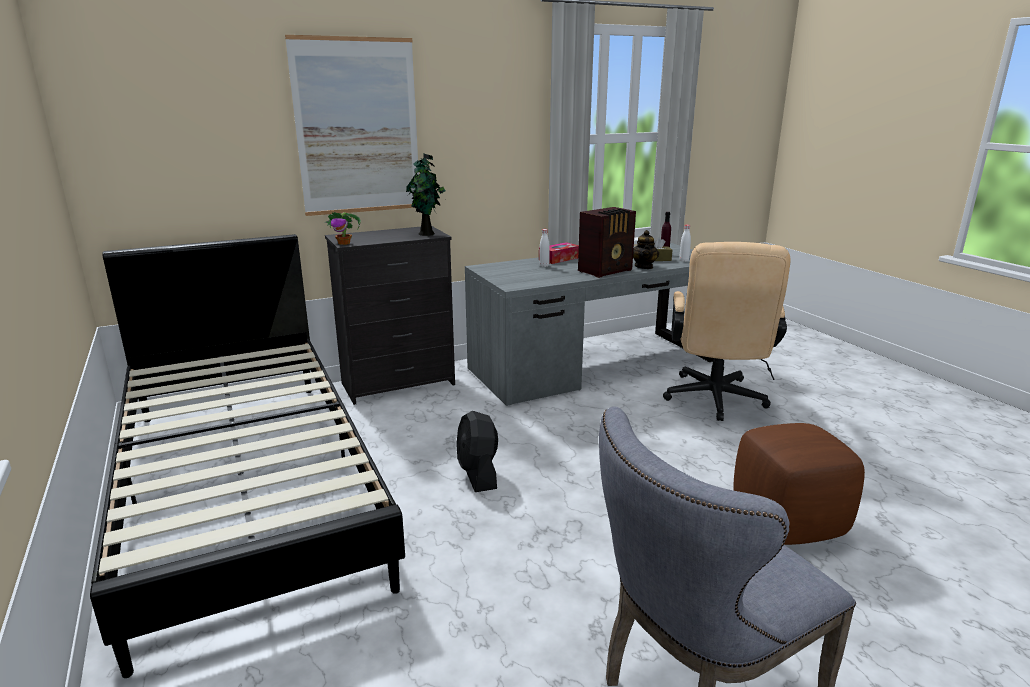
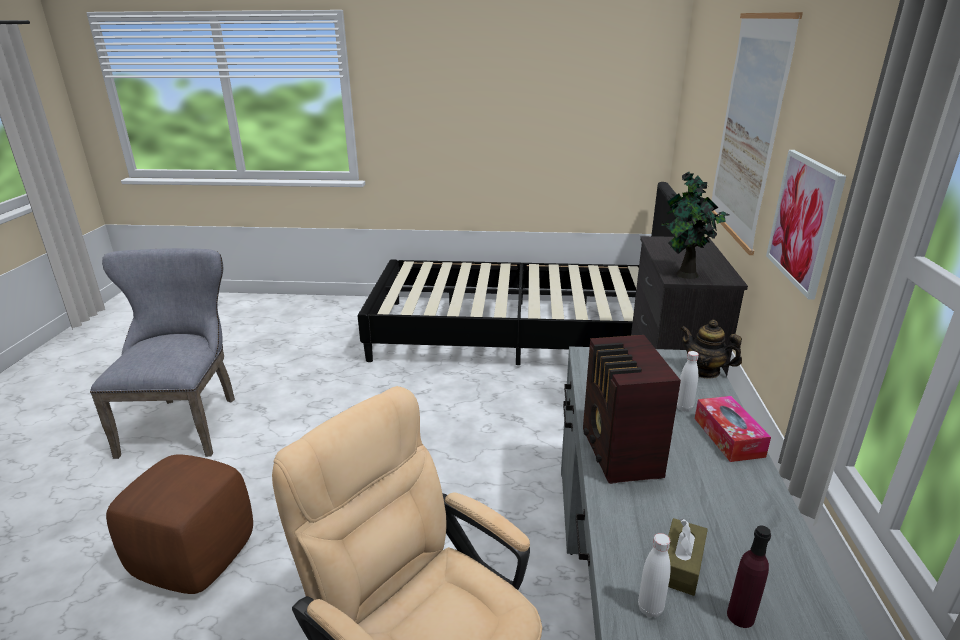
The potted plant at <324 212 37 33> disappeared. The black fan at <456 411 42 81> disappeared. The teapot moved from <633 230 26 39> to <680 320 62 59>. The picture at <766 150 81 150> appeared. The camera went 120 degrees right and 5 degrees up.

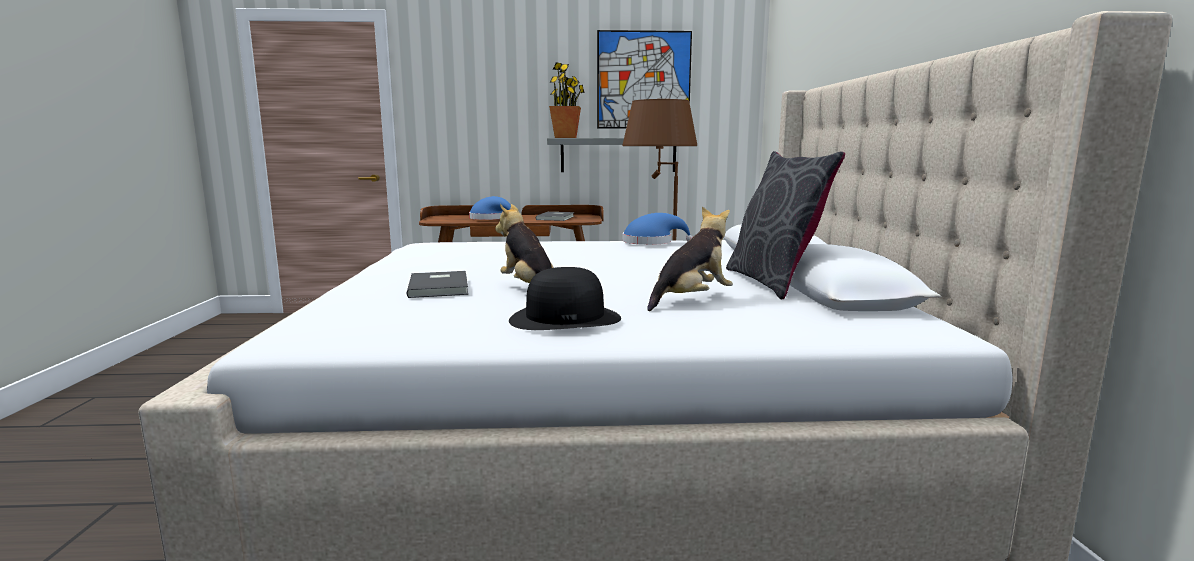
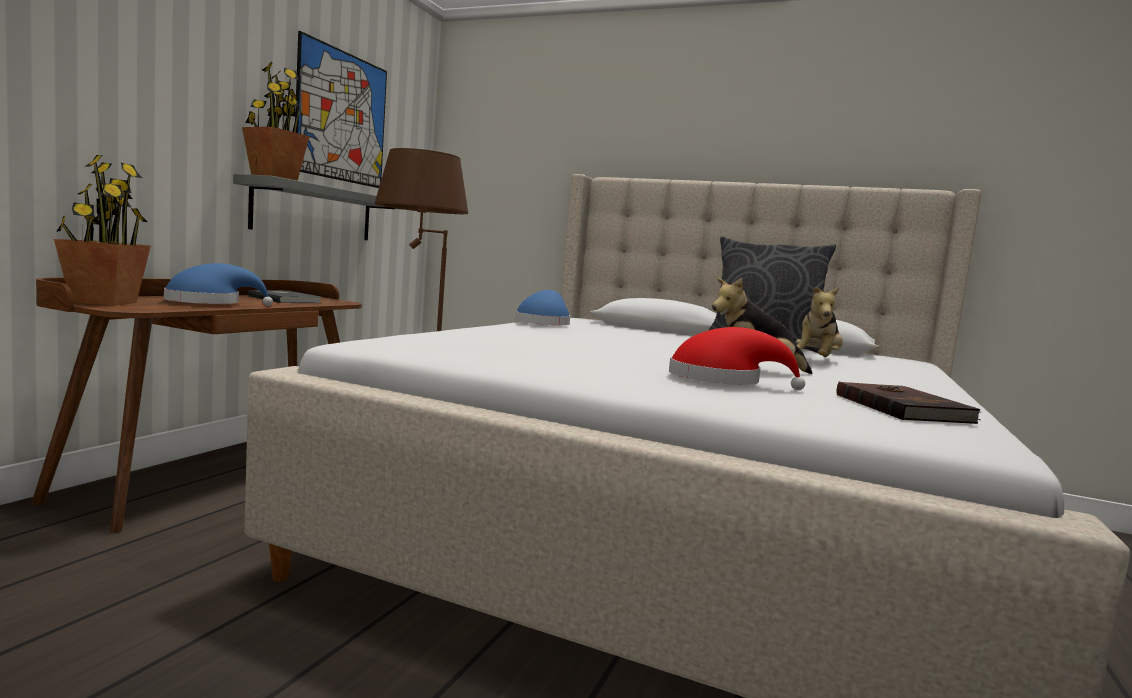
The grey book at <406 271 62 27> was replaced by the red hat at <669 327 136 63>. The black hat at <509 267 112 63> disappeared. The plush toy at <648 207 85 104> turned 135 degrees counterclockwise. The potted plant at <54 155 97 151> appeared. The brown book at <836 382 145 42> appeared. The camera went 65 degrees left and 5 degrees down.

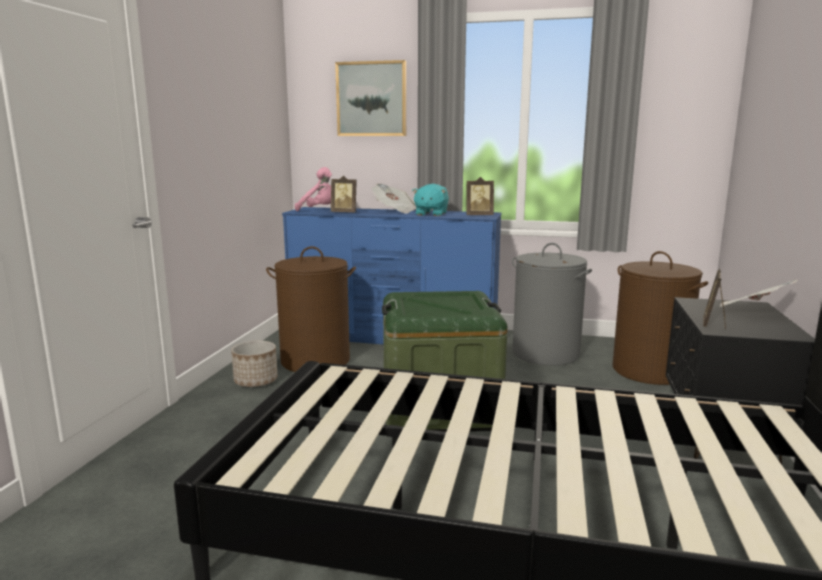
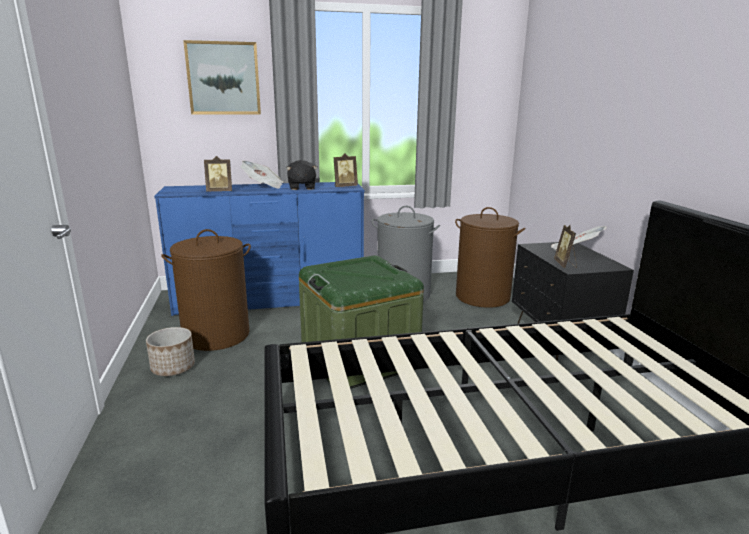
The pink plush toy at <295 167 37 44> disappeared. The turquoise plush toy at <412 184 37 32> became the black plush toy at <286 160 32 30>. The camera went 25 degrees left and 5 degrees up.

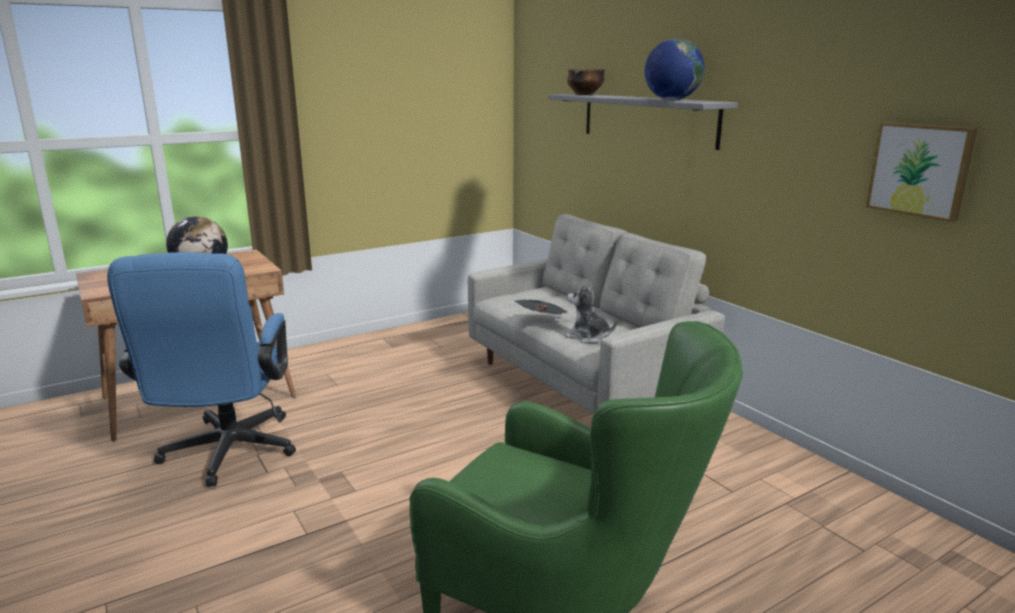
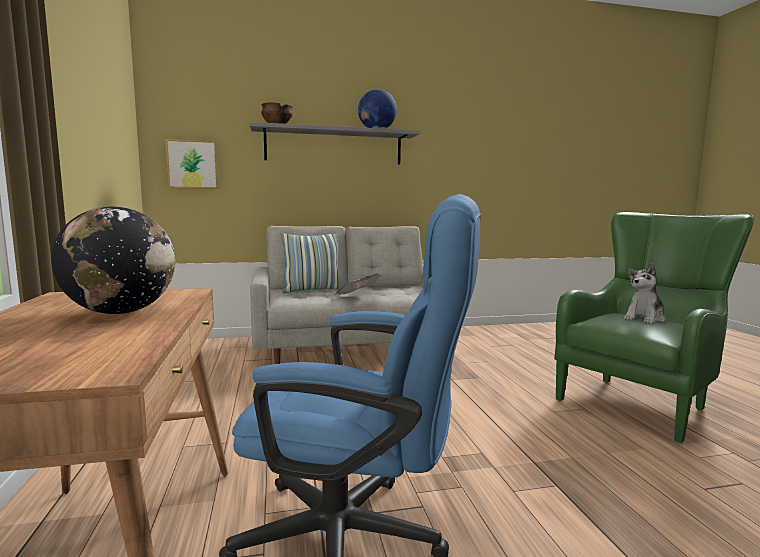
The plush toy moved from <566 284 51 59> to <624 263 42 61>. The picture moved from <866 122 112 100> to <165 139 54 50>. The pillow at <281 233 61 60> appeared. The camera went 70 degrees left and 10 degrees down.

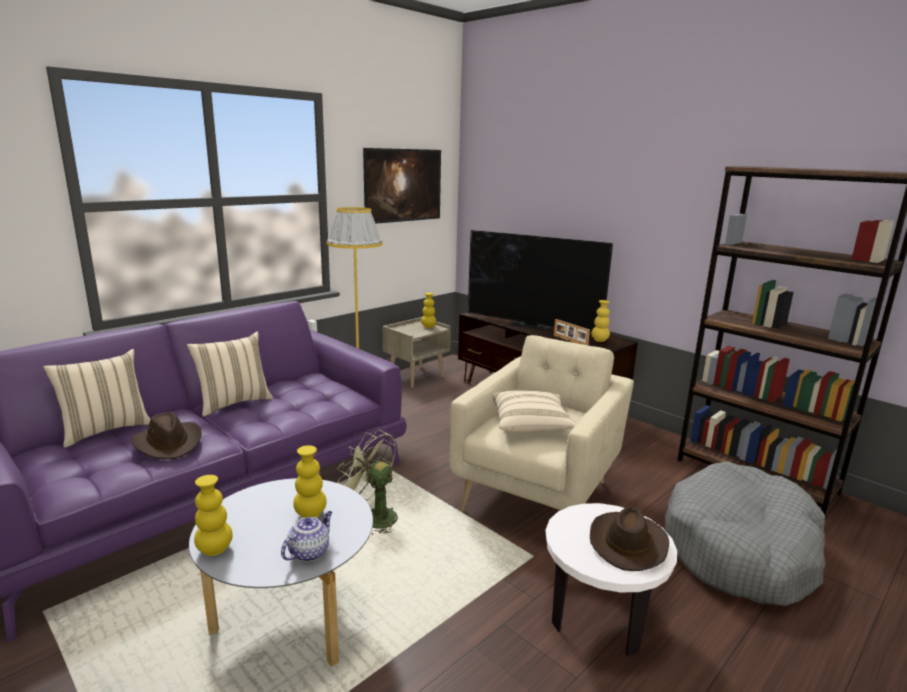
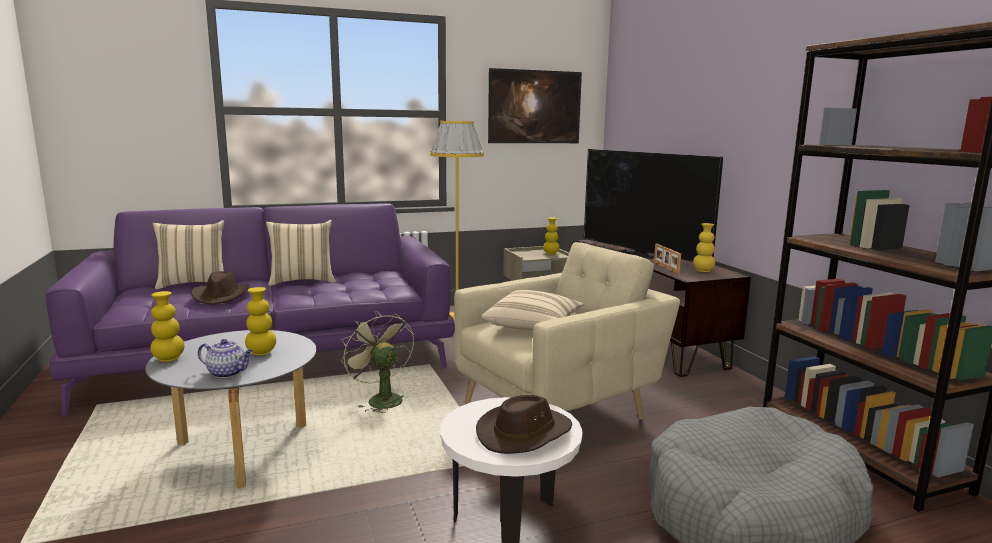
The teapot at <281 511 52 51> turned 45 degrees clockwise. The camera went 25 degrees right and 5 degrees down.

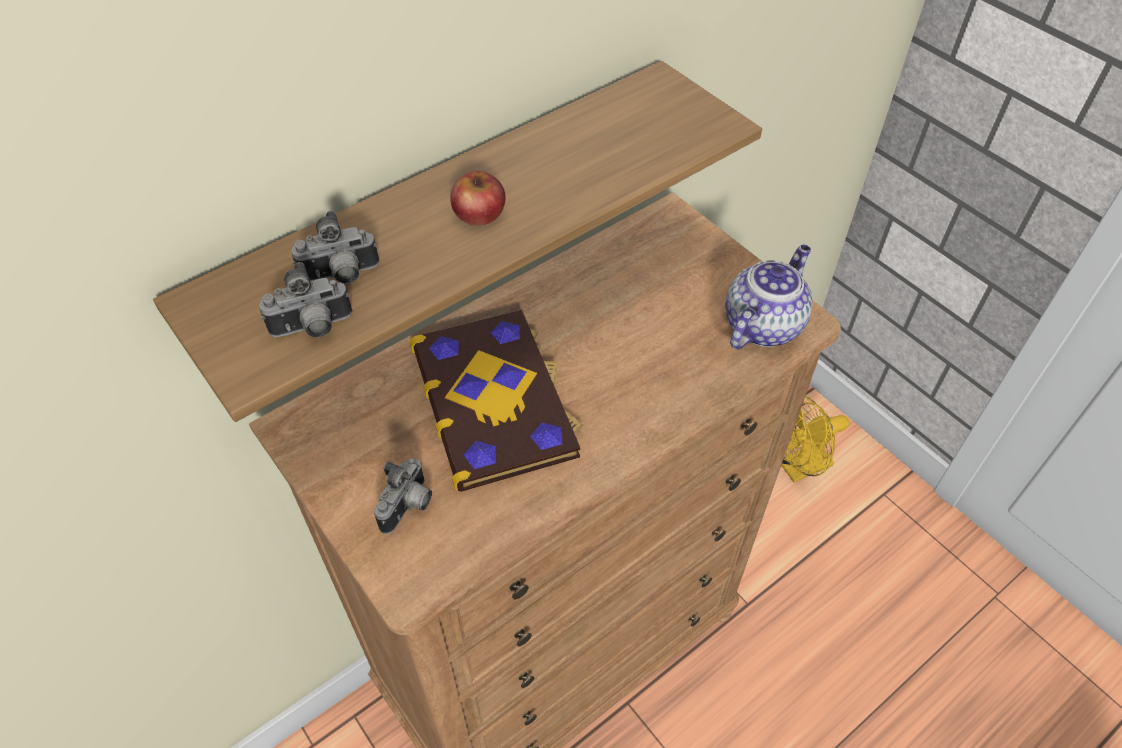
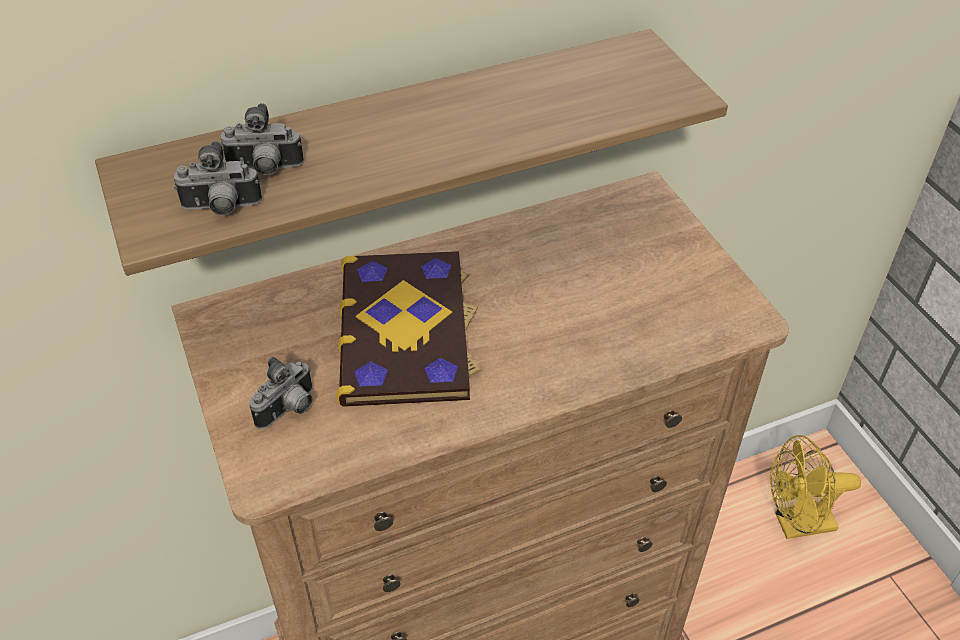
The apple at <450 171 55 55> disappeared. The teapot at <725 244 88 105> disappeared. The camera went 15 degrees right and 5 degrees down.

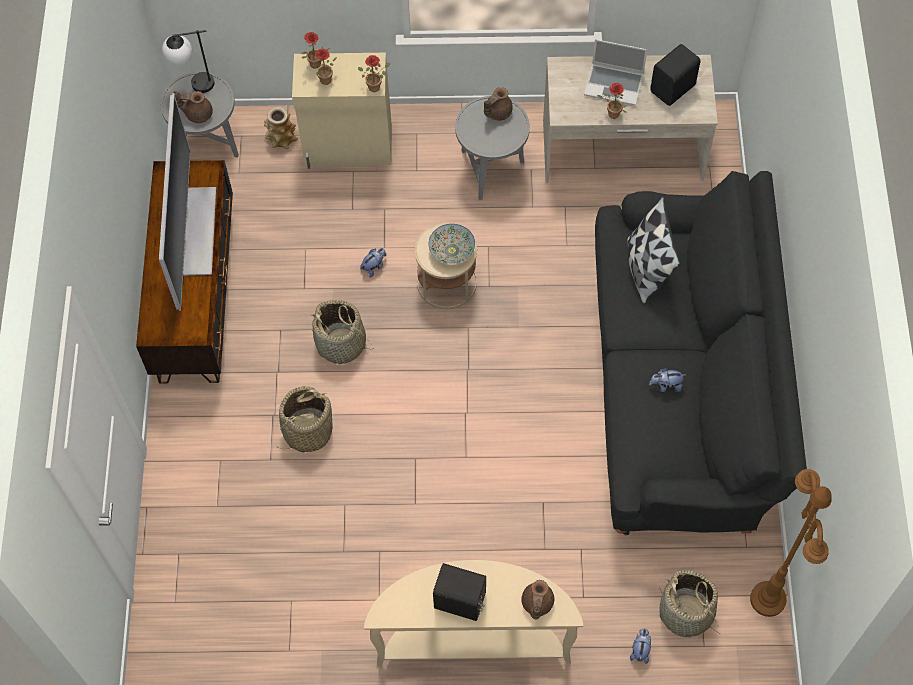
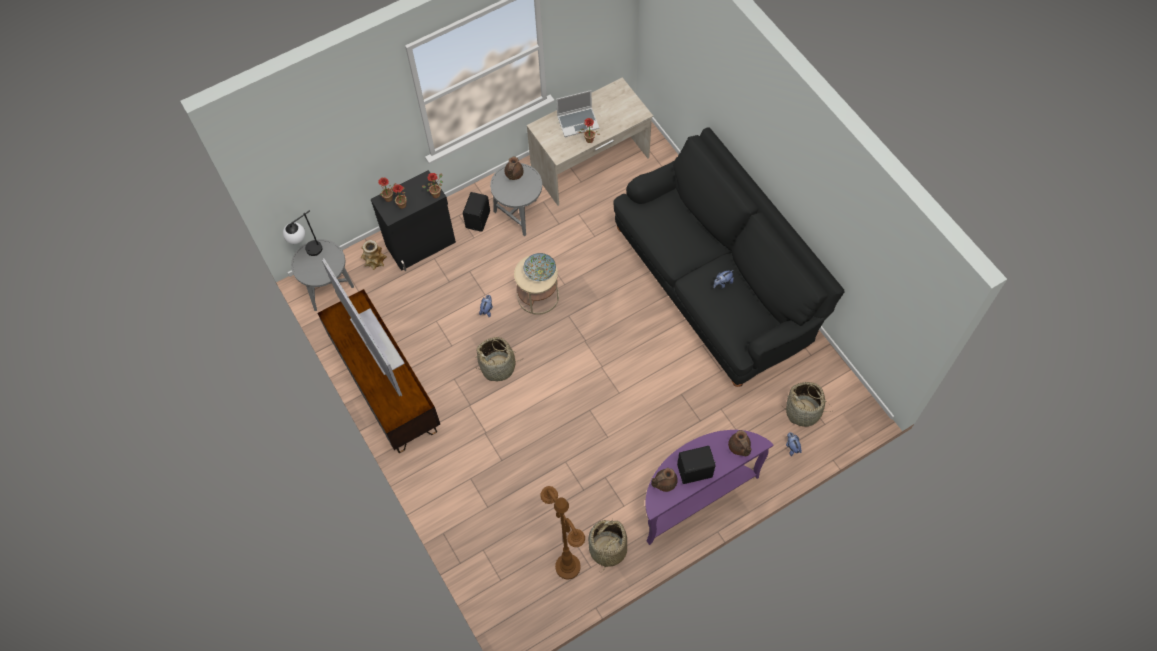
The brown teapot moved from <173 91 40 32> to <651 468 27 24>. The basket moved from <276 386 57 66> to <588 519 39 53>. The beige cabinet at <292 53 100 116> became the black cabinet at <371 170 85 101>. The beige console table at <364 560 219 106> became the purple console table at <645 430 128 115>. The pillow at <627 197 53 108> disappeared. The black speaker moved from <650 44 51 62> to <463 192 27 40>. The brown floor lamp moved from <750 469 82 148> to <540 486 45 93>. The camera went 30 degrees left and 0 degrees up.

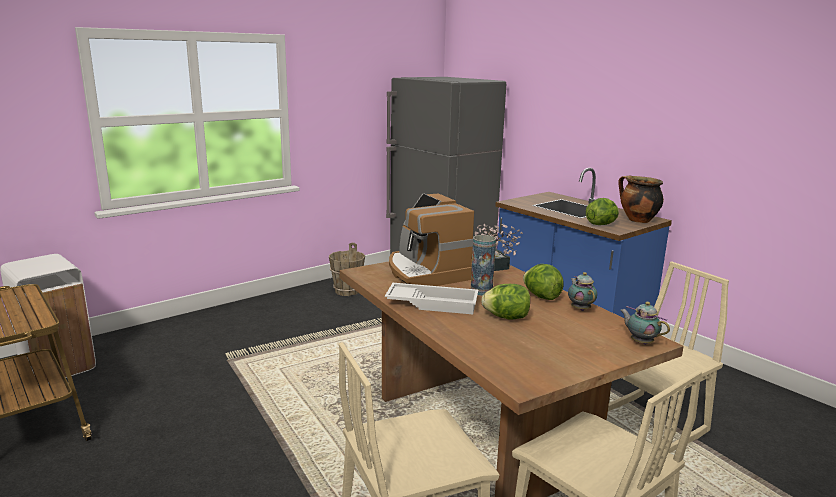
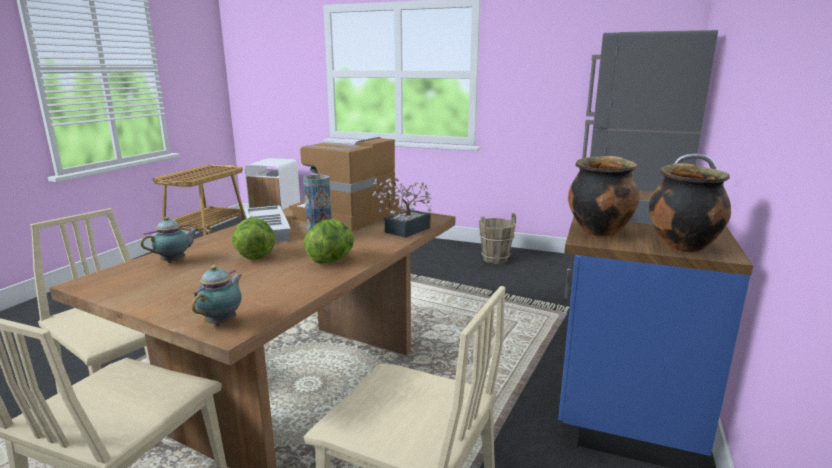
The teapot moved from <568 272 29 39> to <141 217 58 46>. The lettuce at <586 198 33 27> was replaced by the cooking pot at <568 156 72 81>. The camera went 60 degrees right and 0 degrees up.

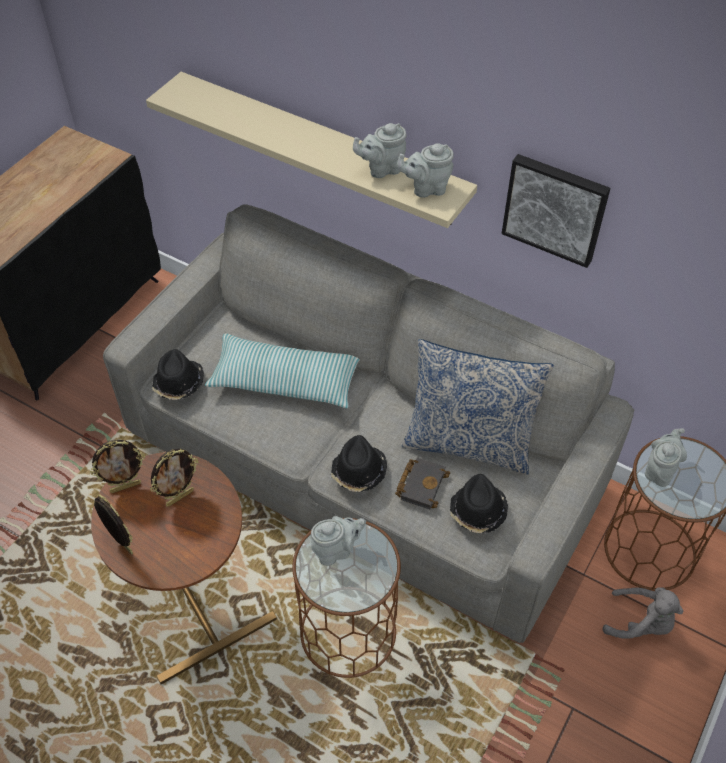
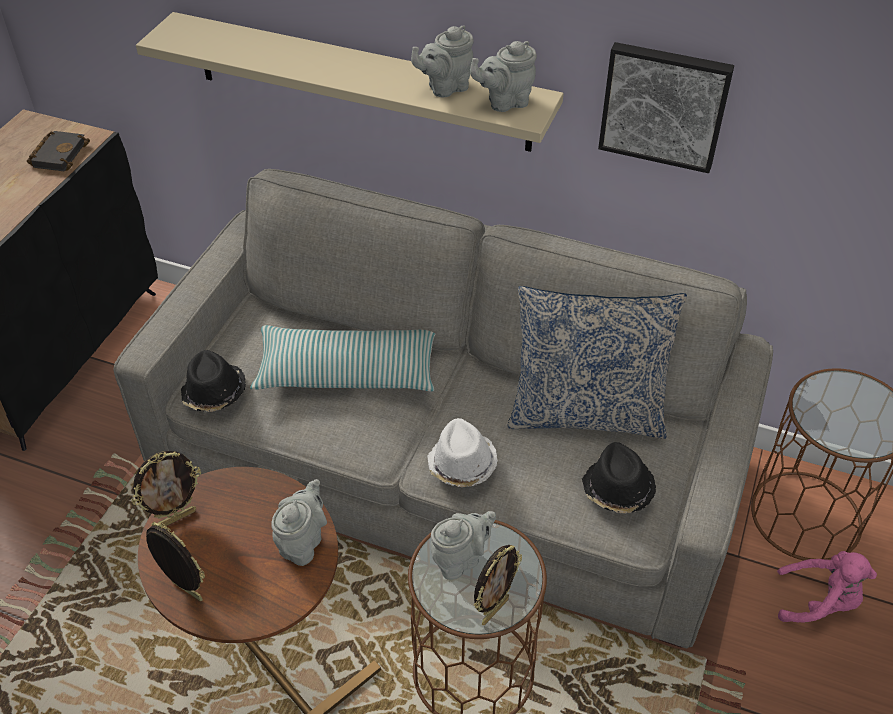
The picture frame moved from <150 449 48 58> to <474 545 48 80>. The black hat at <331 435 56 57> became the white hat at <427 418 71 69>. The black book moved from <395 458 55 51> to <27 131 63 41>. The grey plush toy at <603 587 80 52> became the pink plush toy at <777 551 100 72>. The grey teapot moved from <645 428 42 59> to <271 479 56 87>. The camera went 10 degrees left and 5 degrees down.

